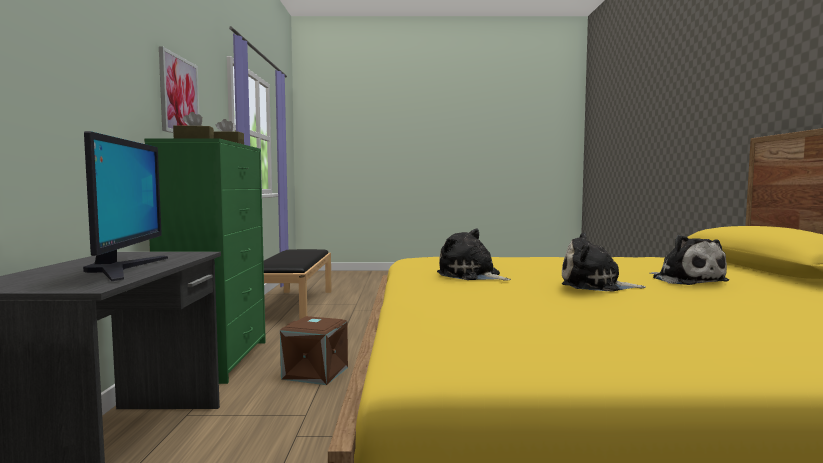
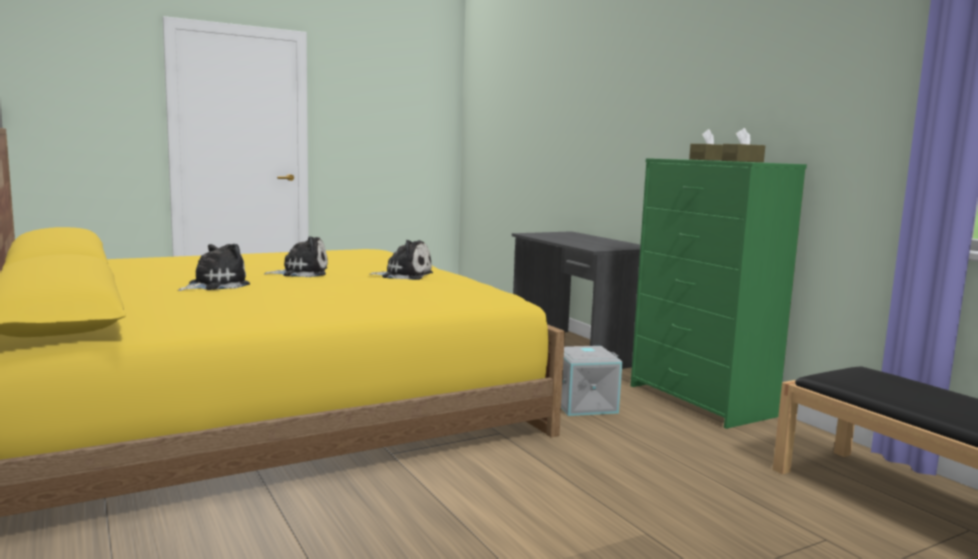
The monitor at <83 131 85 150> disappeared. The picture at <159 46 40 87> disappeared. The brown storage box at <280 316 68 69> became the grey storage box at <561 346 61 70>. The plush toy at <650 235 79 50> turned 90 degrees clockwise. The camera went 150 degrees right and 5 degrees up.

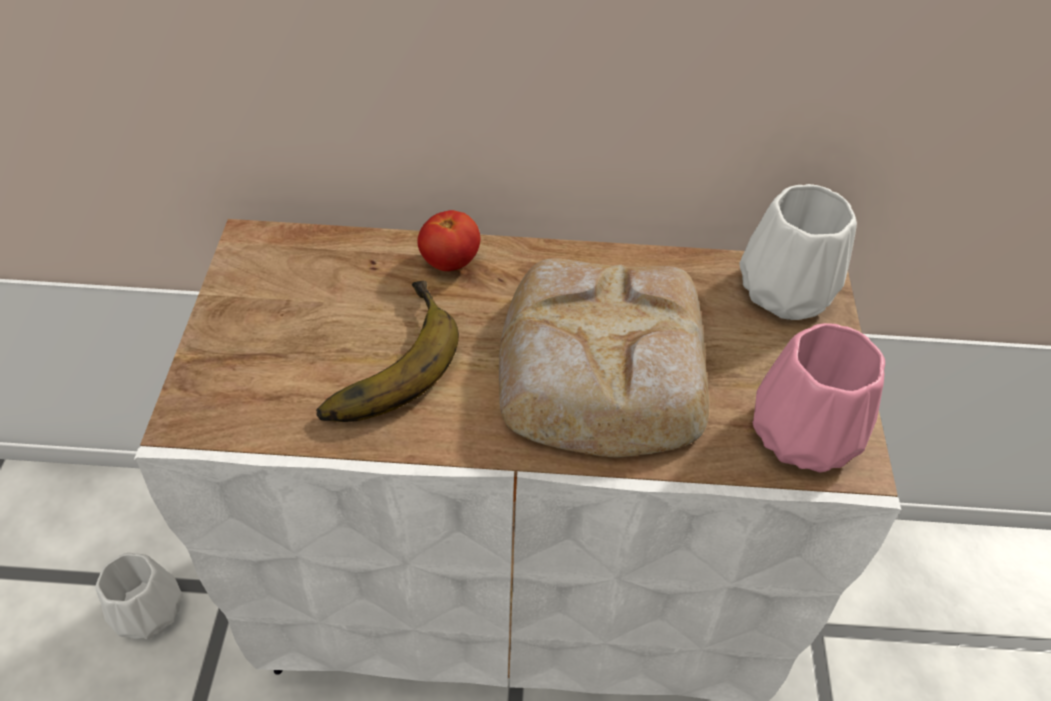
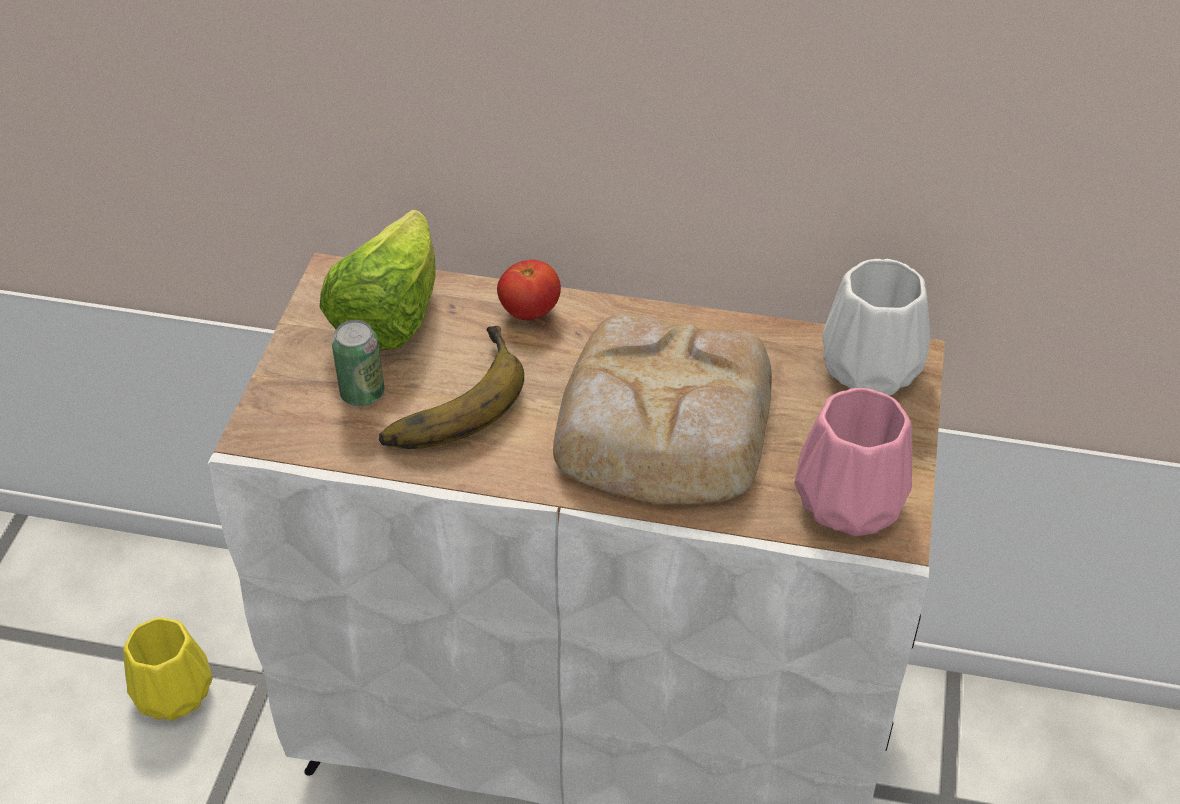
The white vase at <95 553 88 87> became the yellow vase at <123 618 90 103>. The lettuce at <319 210 117 140> appeared. The can at <332 320 52 86> appeared. The camera went 10 degrees right and 5 degrees down.

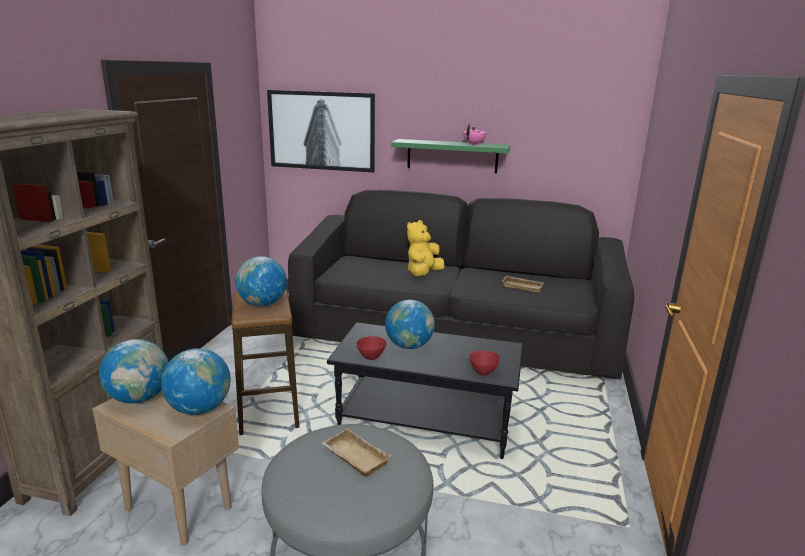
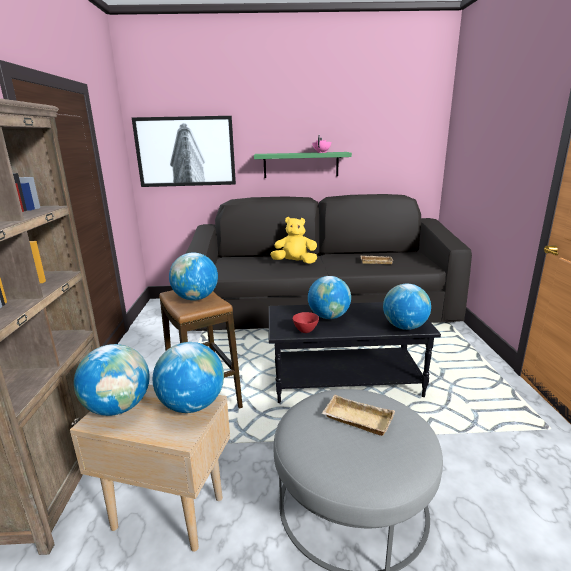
The yellow plush toy at <407 220 38 56> turned 75 degrees clockwise. The red bowl at <469 350 31 26> was replaced by the globe at <383 284 48 46>. The camera went 15 degrees left and 0 degrees up.

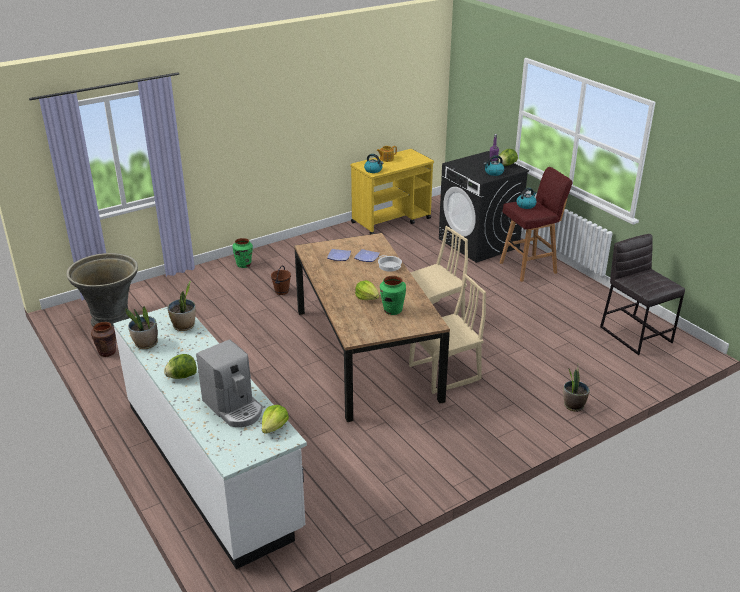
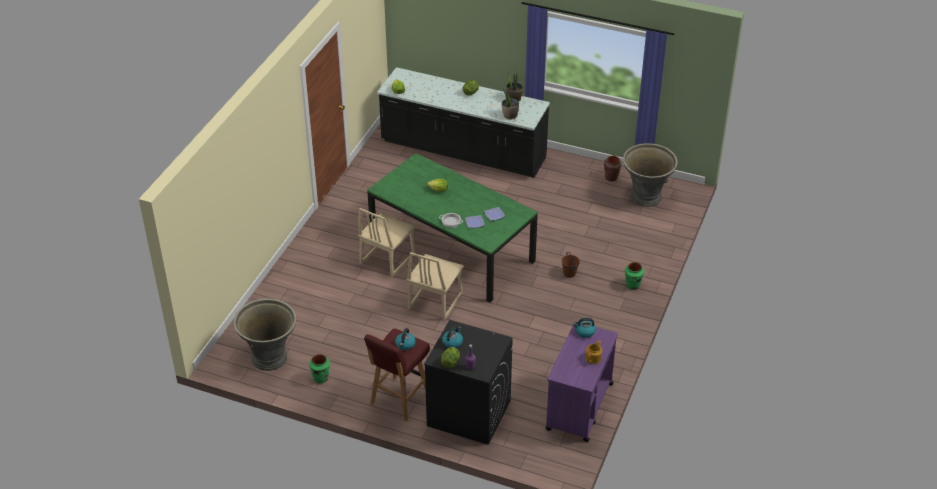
The white counter at <113 307 194 262> became the black counter at <377 67 173 111>. The coffee machine at <196 339 67 88> disappeared. The brown dining table at <294 233 156 189> became the green dining table at <367 153 171 150>. The yellow cart at <351 149 83 85> became the purple cart at <545 321 73 121>. The green vase moved from <380 276 26 39> to <309 354 21 30>. The potted plant at <563 369 27 43> disappeared. The grey stool at <600 234 85 121> was replaced by the grey planter at <234 298 63 73>. The camera went 145 degrees right and 10 degrees up.

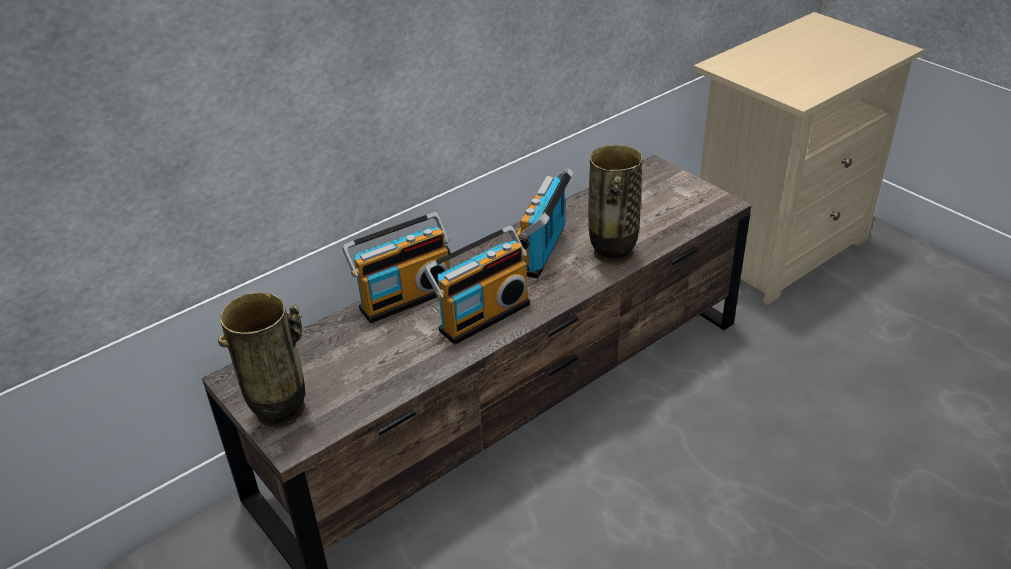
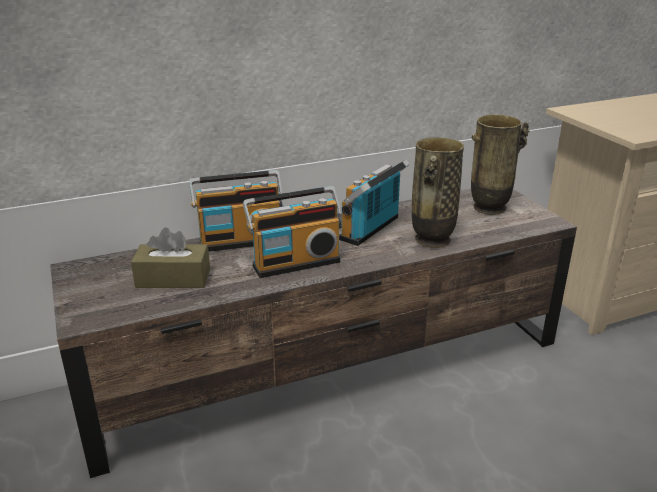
The vase moved from <218 292 87 137> to <471 114 58 101>. The brown tissue box at <131 227 79 61> appeared. The camera went 15 degrees right and 10 degrees down.

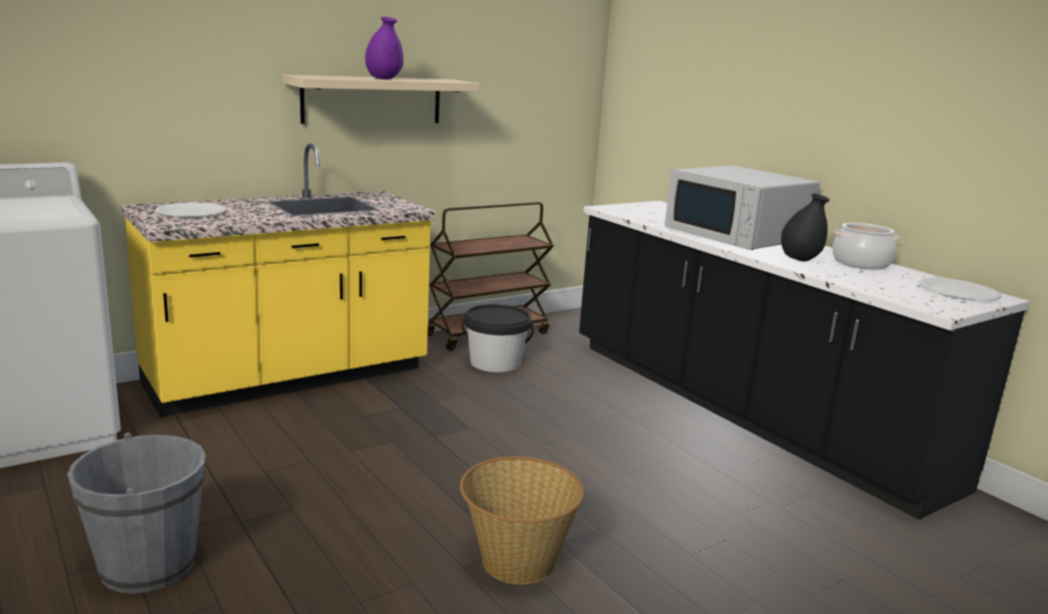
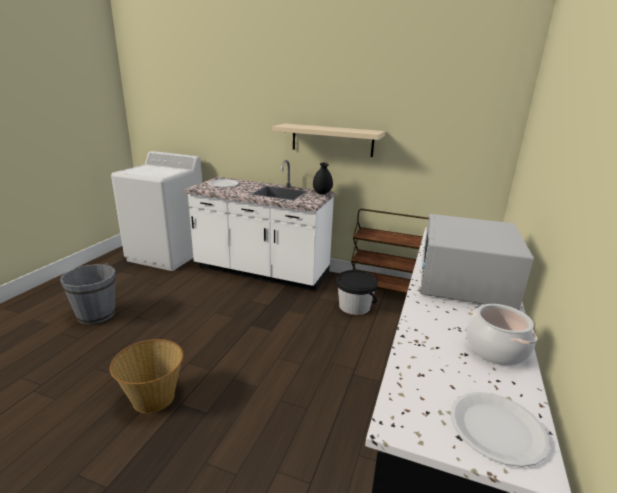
The yellow counter at <121 144 315 273> became the white counter at <184 160 151 132>. The purple vase at <365 17 39 63> disappeared. The black vase moved from <781 193 49 68> to <313 163 20 32>. The camera went 55 degrees right and 5 degrees up.

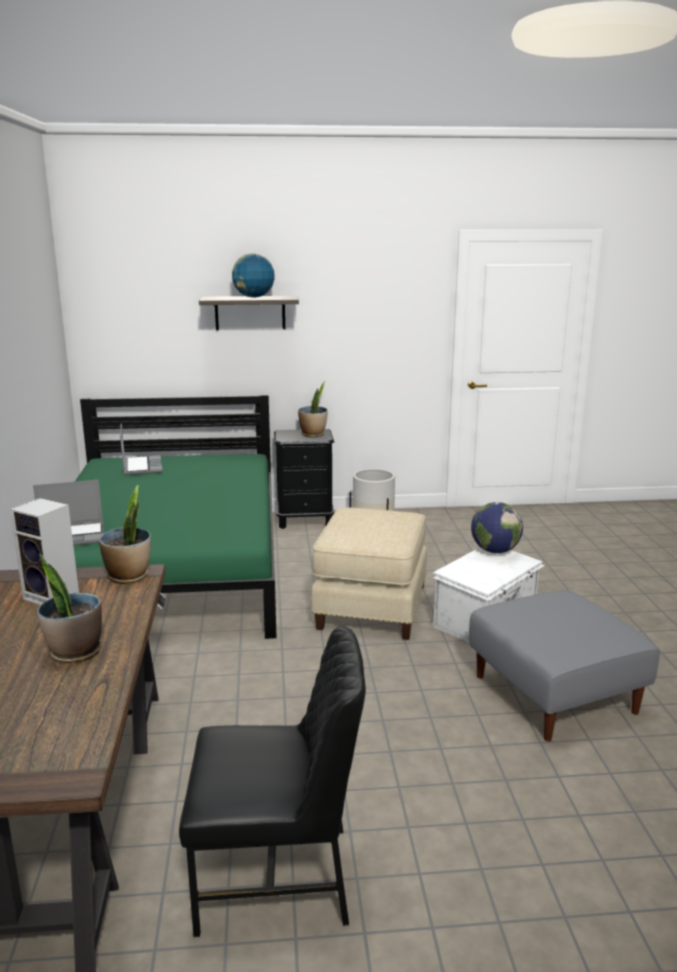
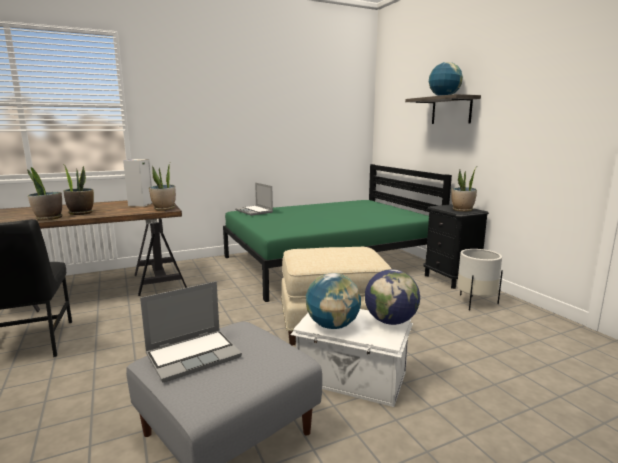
The laptop moved from <120 423 43 52> to <140 281 102 102>. The potted plant at <27 167 36 53> appeared. The globe at <306 273 55 56> appeared. The camera went 70 degrees right and 5 degrees down.

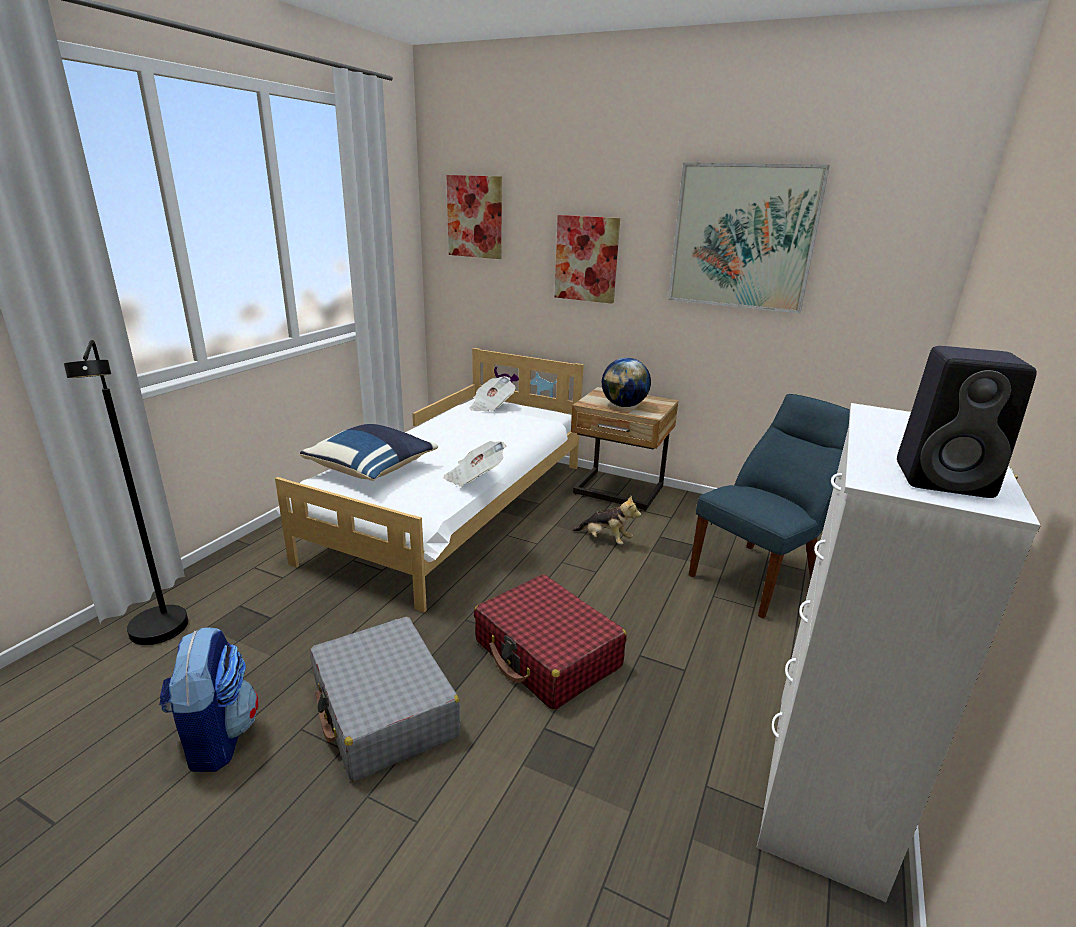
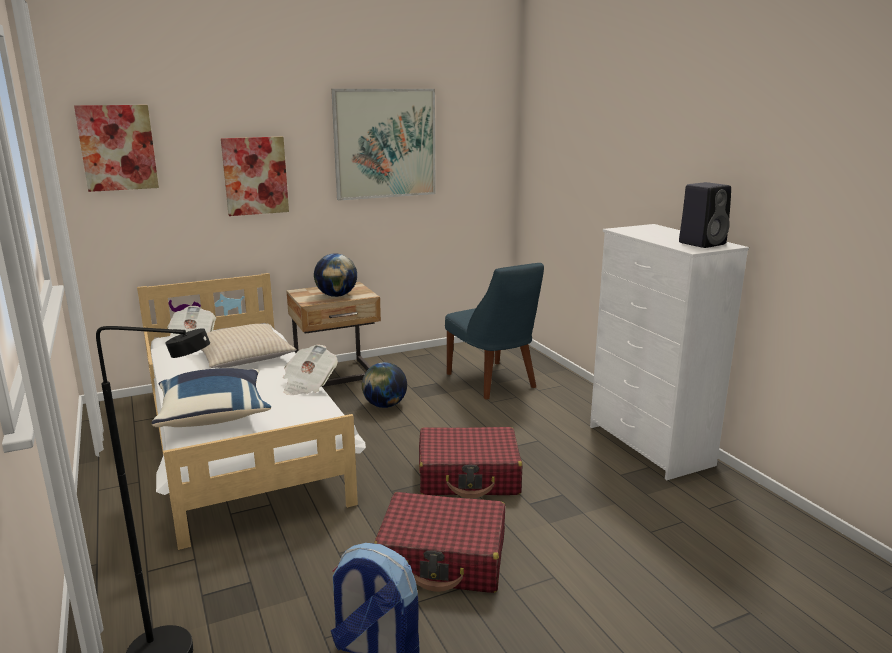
The grey suitcase at <310 617 150 165> became the red suitcase at <374 492 131 101>. The plush toy at <573 496 68 49> was replaced by the globe at <362 362 45 46>. The blue chair at <689 394 161 224> turned 150 degrees clockwise. The beige pillow at <201 324 96 44> appeared. The camera went 50 degrees left and 5 degrees down.

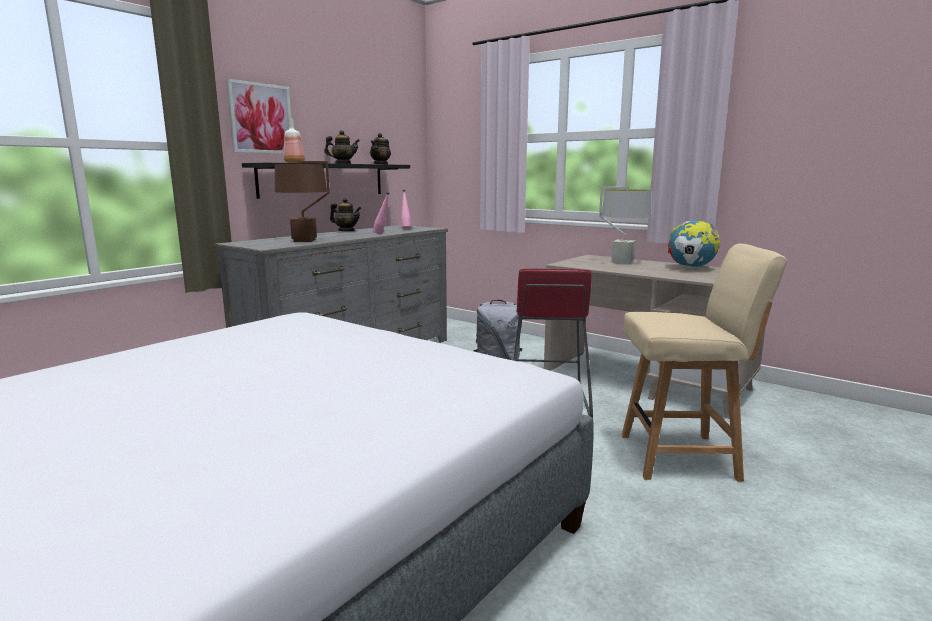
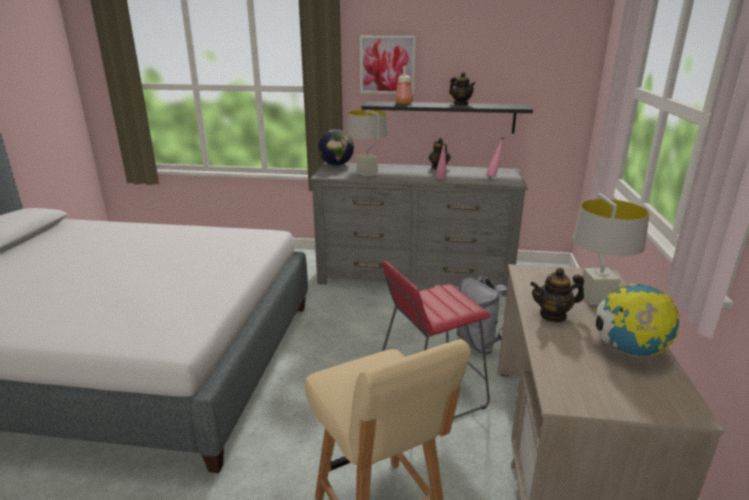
The brown table lamp at <275 161 55 81> became the grey table lamp at <347 110 40 66>. The teapot moved from <370 133 21 31> to <530 268 54 54>. The globe at <318 129 36 37> appeared. The camera went 60 degrees right and 10 degrees up.

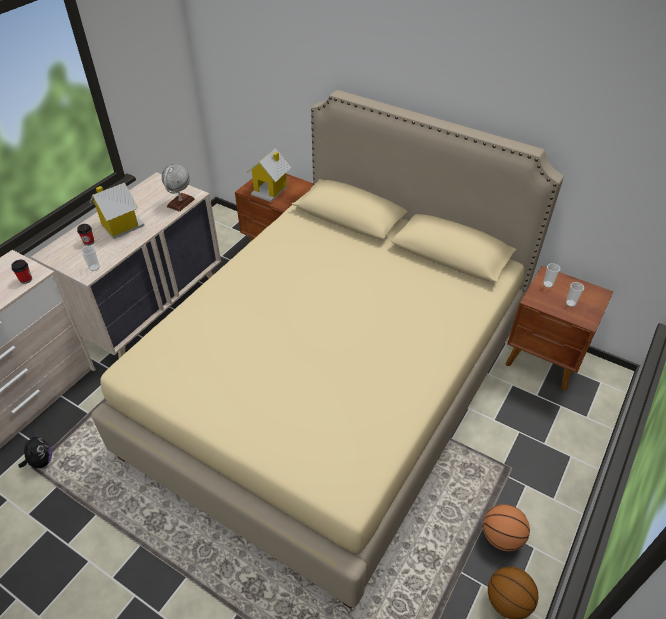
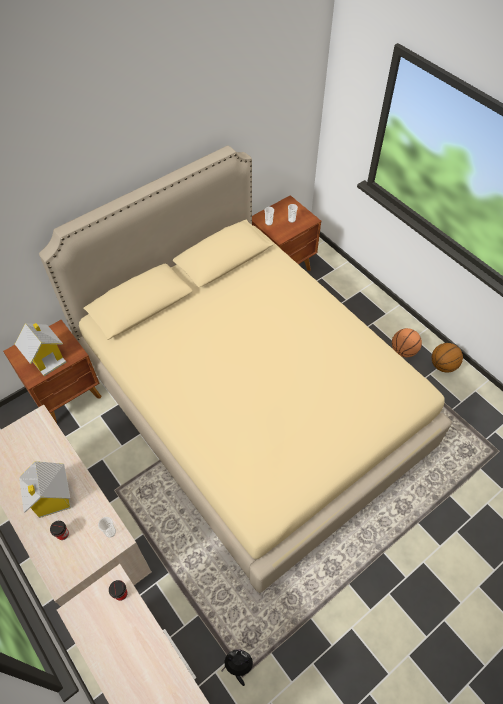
The globe at <162 164 33 48> disappeared. The camera went 70 degrees left and 10 degrees up.

